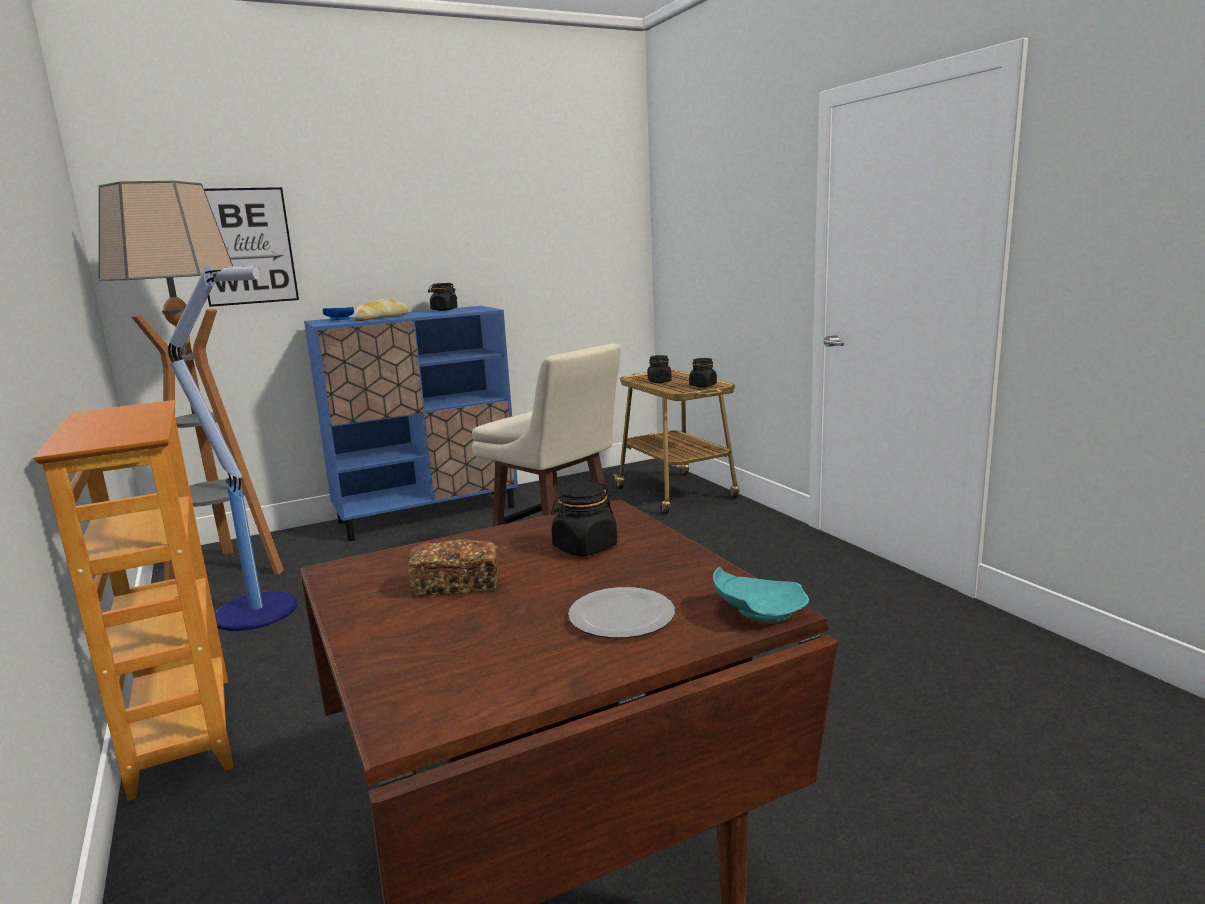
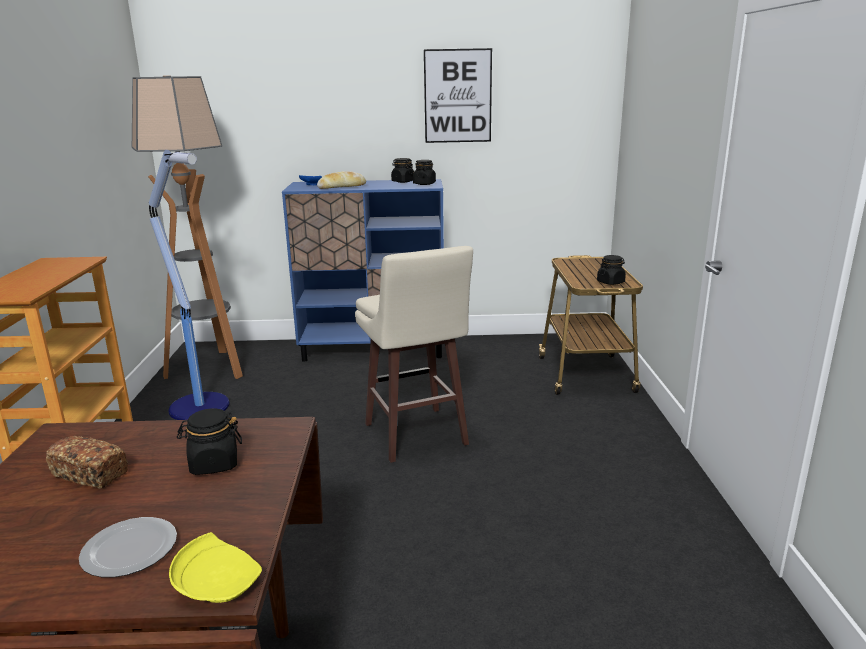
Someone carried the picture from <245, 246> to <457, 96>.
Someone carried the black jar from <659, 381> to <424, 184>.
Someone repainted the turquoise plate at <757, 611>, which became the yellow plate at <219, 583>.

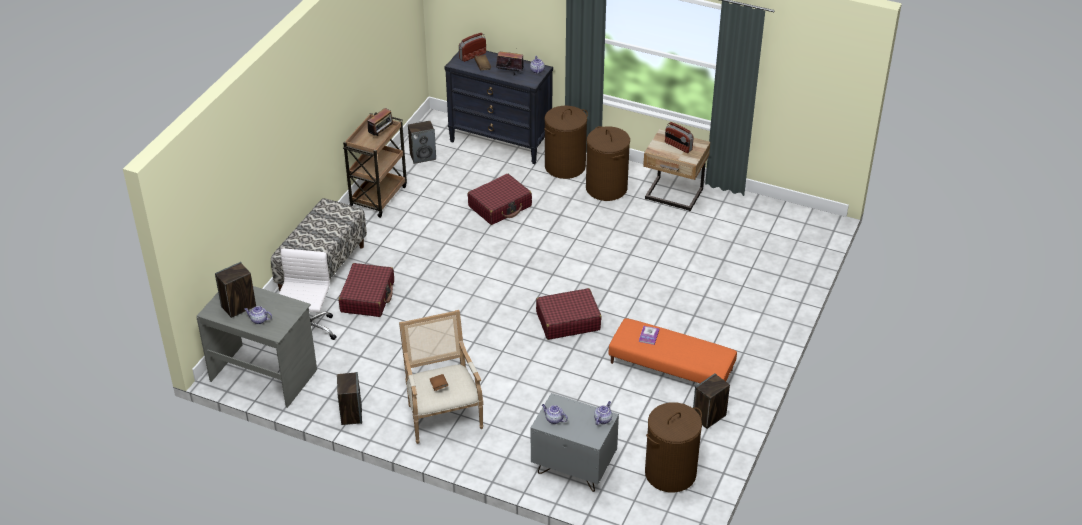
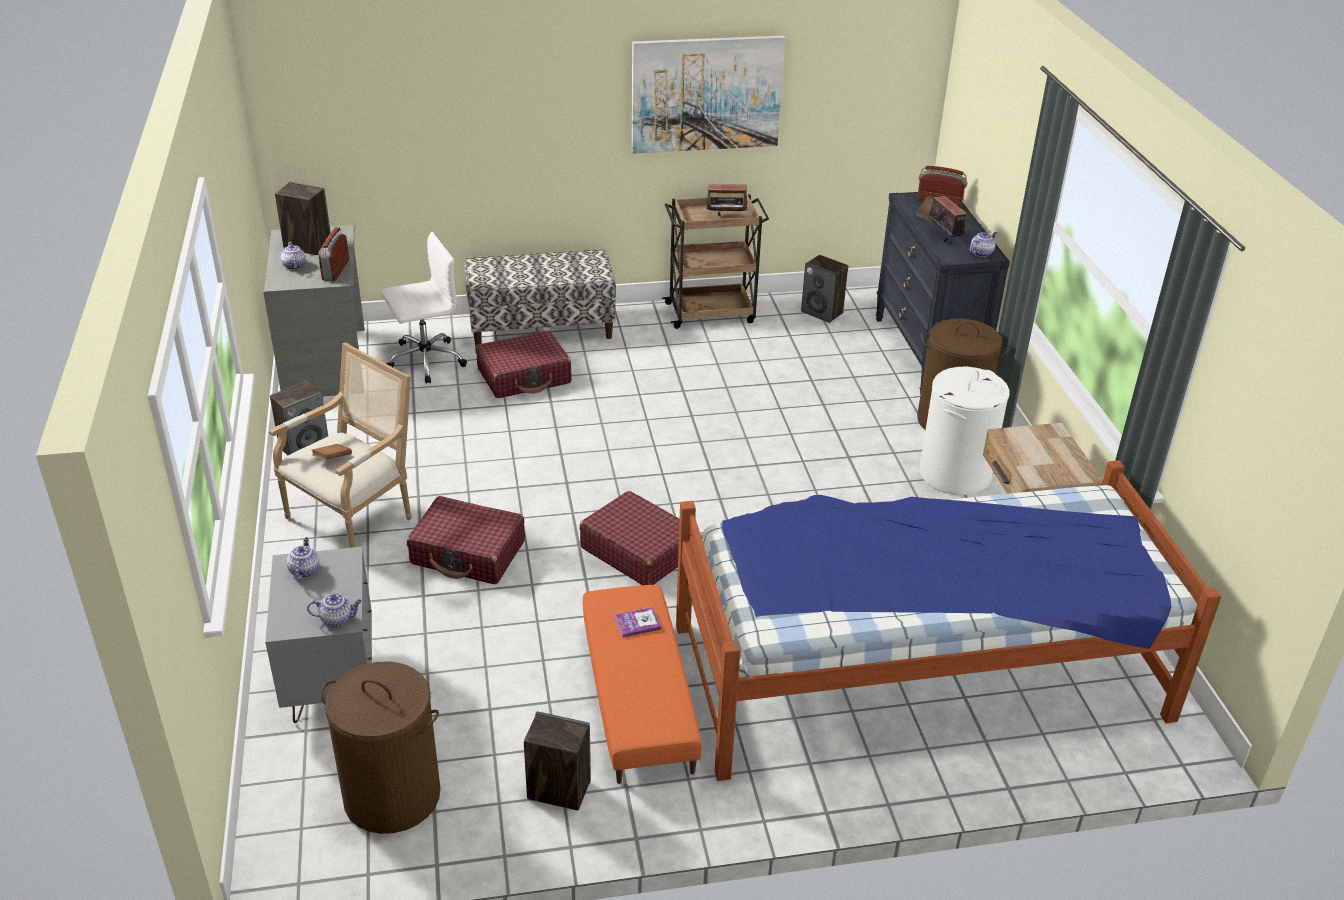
Someone carried the radio from <678, 146> to <335, 270>.
Someone repainted the brown laundry basket at <606, 188>, which became the white laundry basket at <955, 474>.
Someone carried the red suitcase from <500, 206> to <468, 553>.
Someone put up the picture at <706, 94>.
Someone put down the bed at <917, 670>.

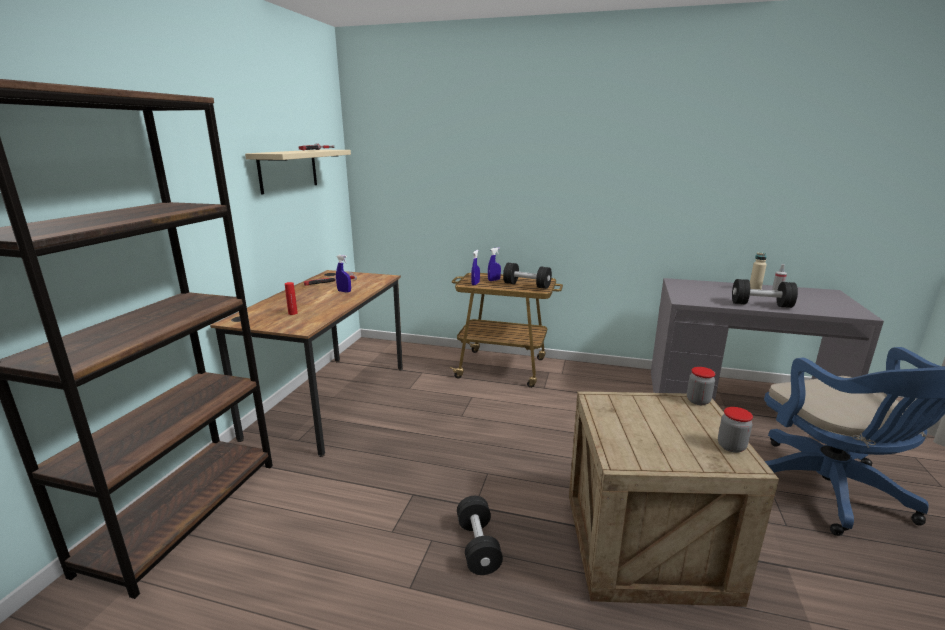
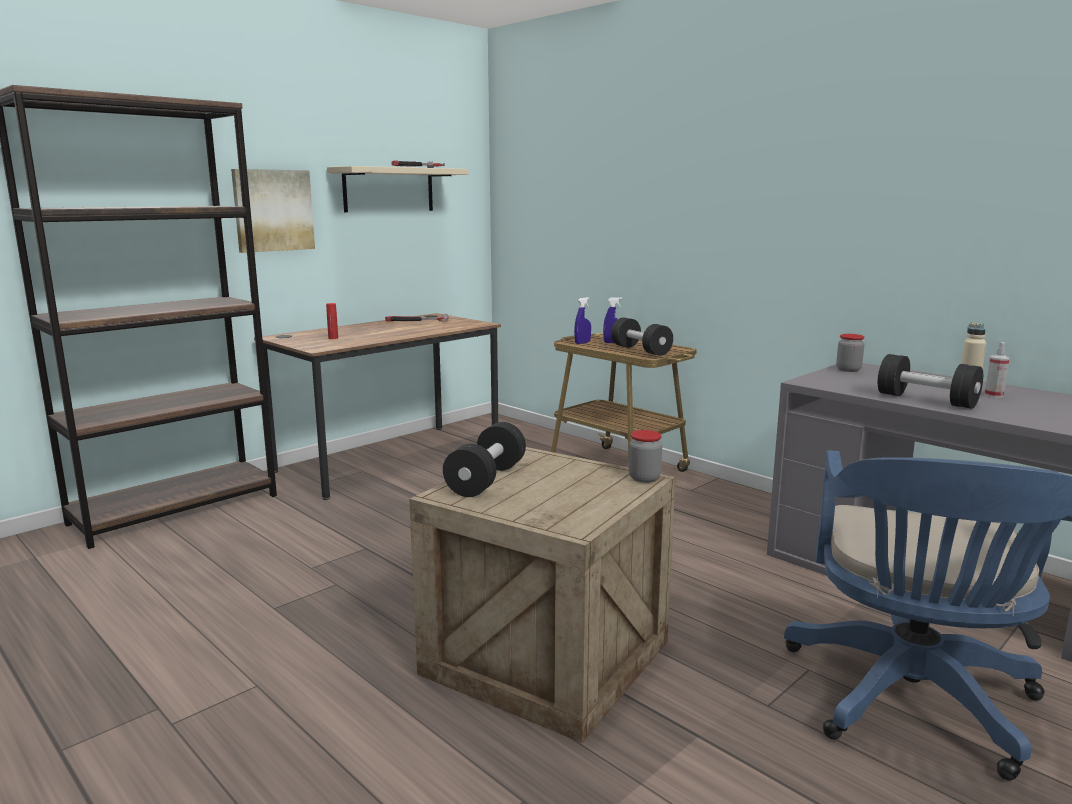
Someone took away the blue spray bottle at <344, 291>.
Someone carried the jar from <731, 446> to <848, 370>.
Someone carried the black dumbbell from <478, 546> to <486, 480>.
Someone put up the picture at <273, 210>.

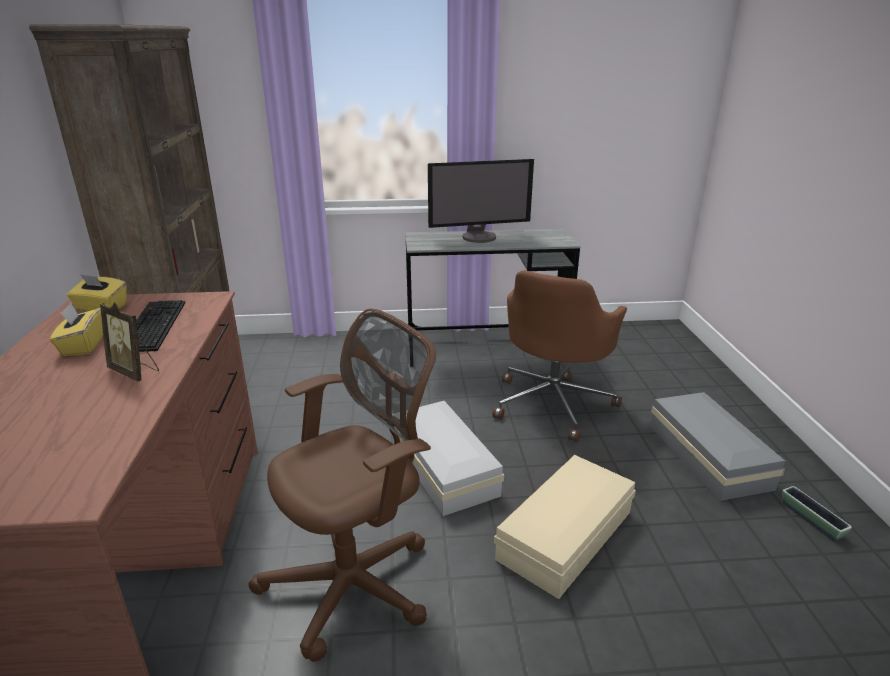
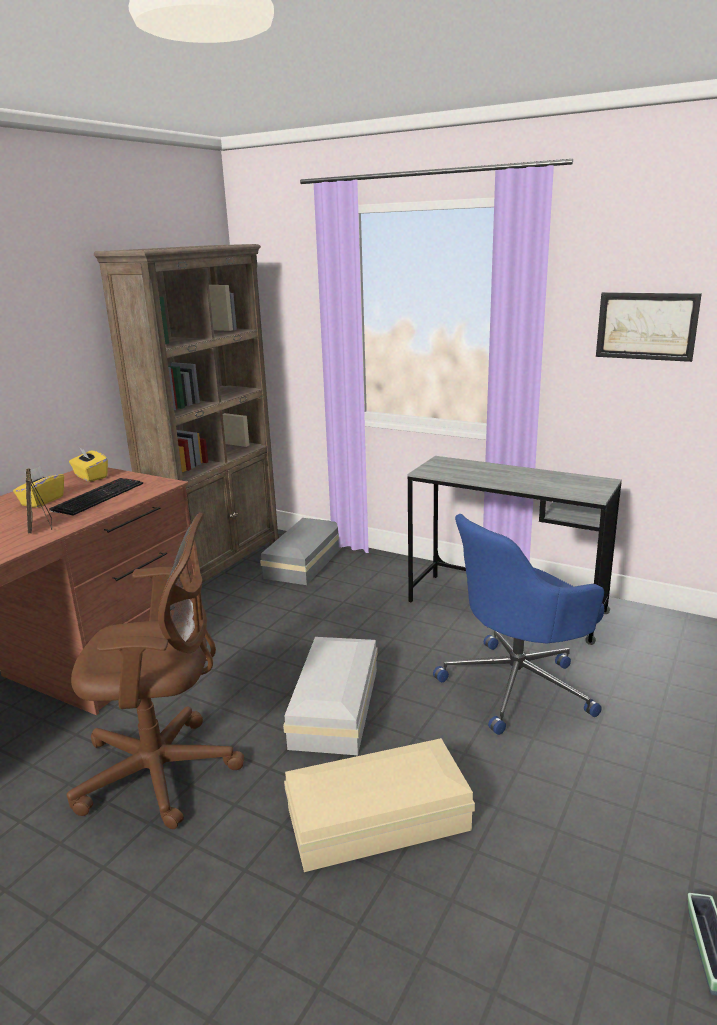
Someone took away the monitor at <479, 237>.
Someone repainted the brown office chair at <553, 403>, which became the blue office chair at <518, 685>.
Someone carried the grey storage box from <708, 454> to <307, 561>.
Someone put up the picture at <646, 326>.

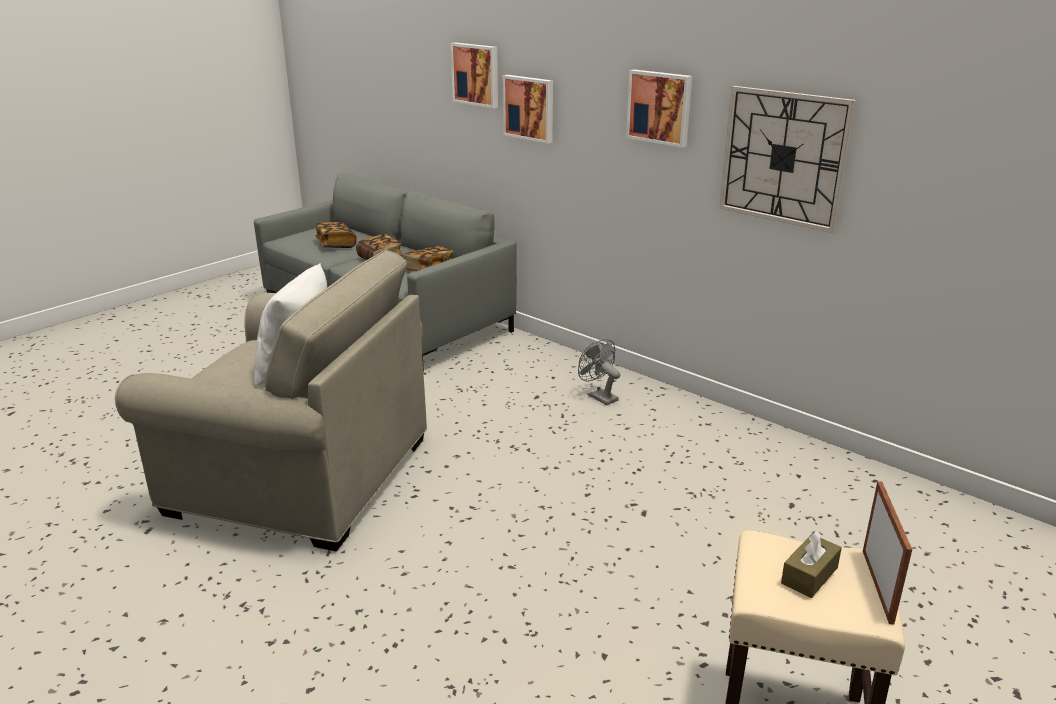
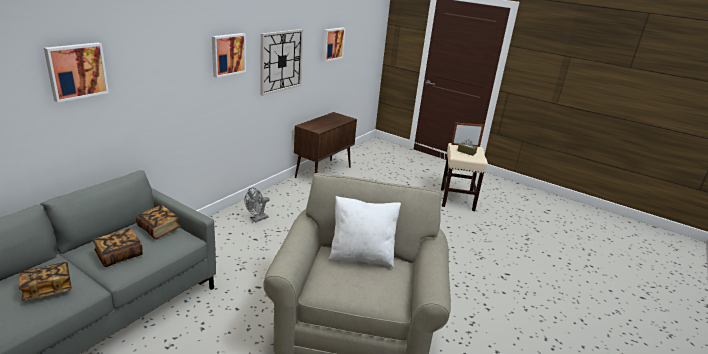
Someone carried the picture from <529, 108> to <332, 43>.
Someone put down the brown cabinet at <323, 172>.

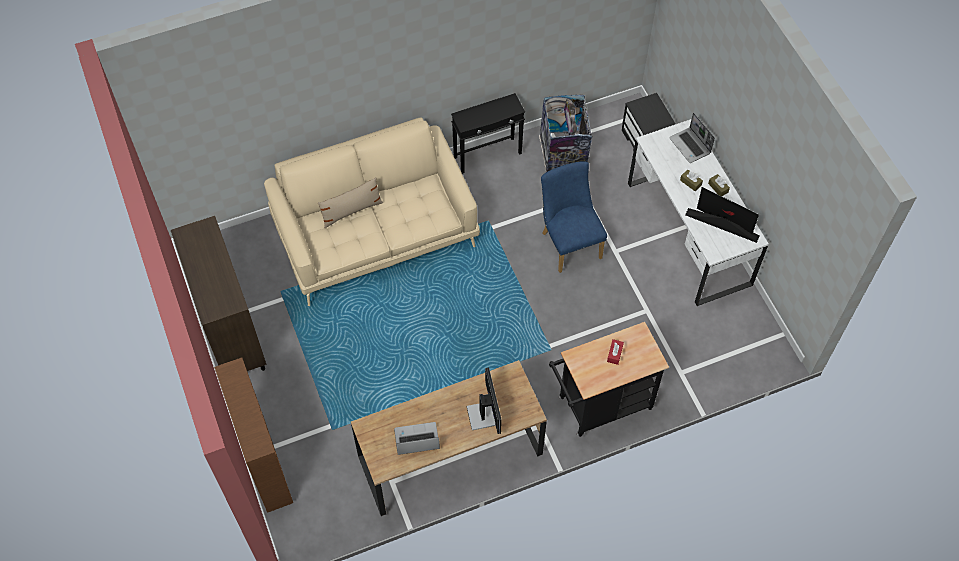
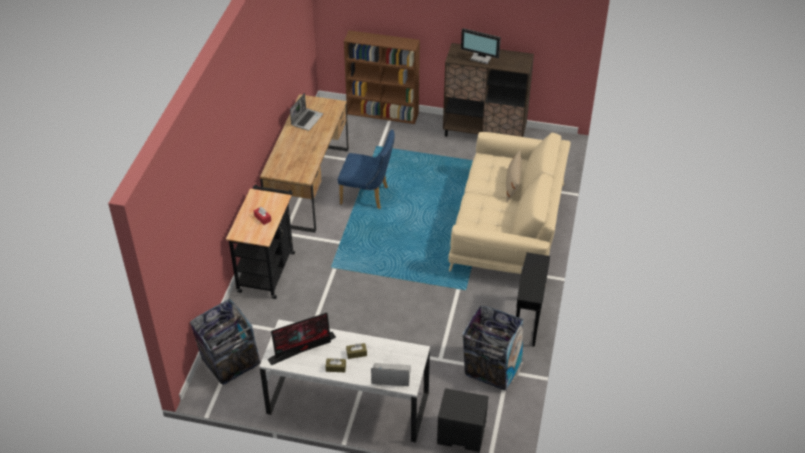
Someone carried the blue chair from <569, 242> to <368, 196>.
Someone carried the monitor from <483, 415> to <482, 57>.
Someone put down the trash can at <230, 363>.

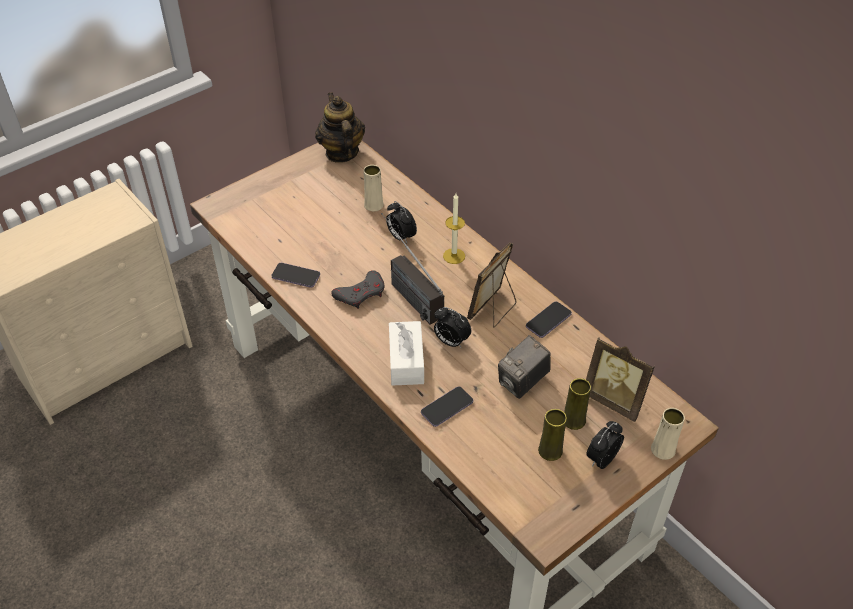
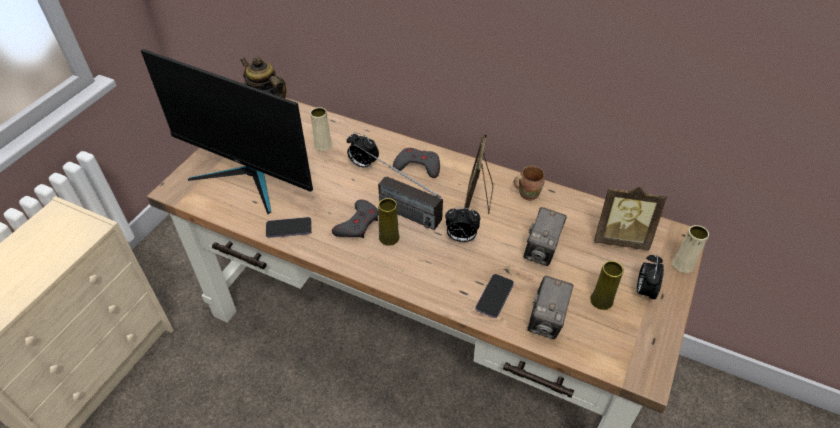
Someone swapped the candle at <454, 256> for the grey game controller at <418, 166>.
Someone swapped the phone at <548, 320> for the brown mug at <527, 193>.
Someone took away the white tissue box at <406, 361>.
Someone carried the yellow vase from <573, 420> to <389, 237>.
Someone put down the monitor at <248, 177>.
Someone put down the photo camera at <546, 321>.

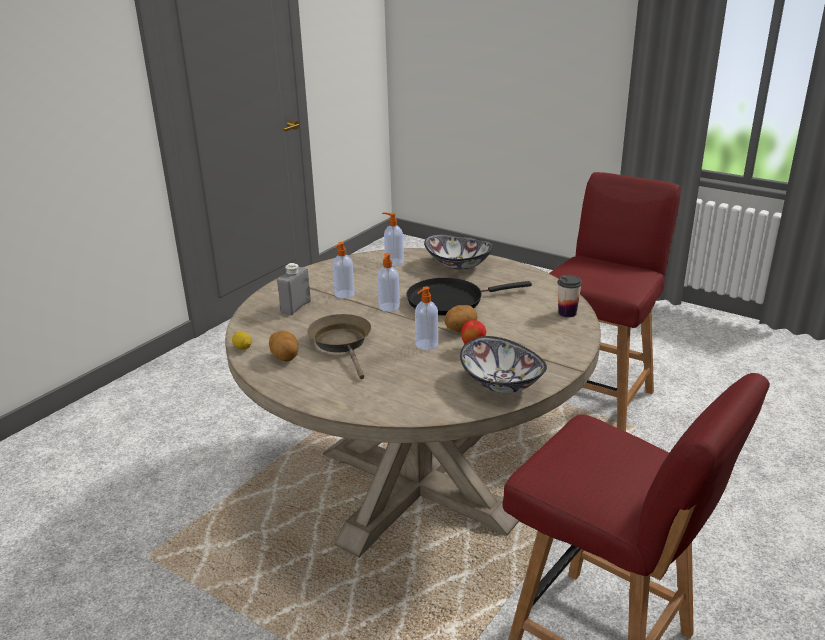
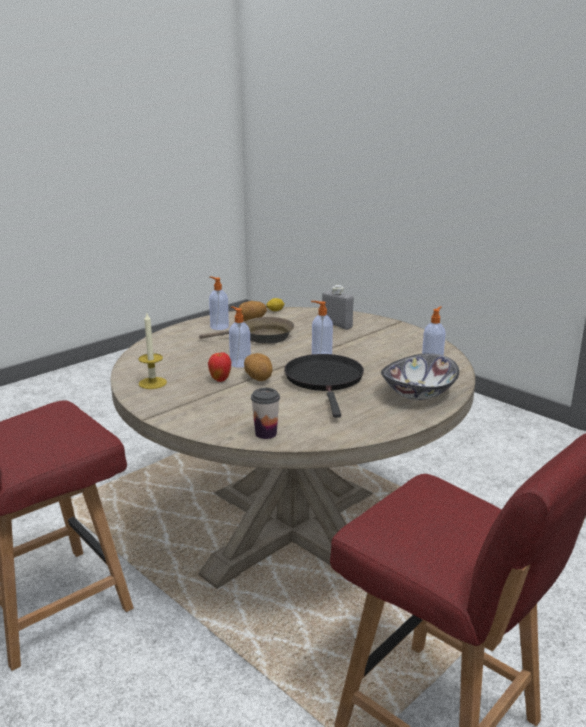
Someone carried the soap dispenser from <344, 294> to <219, 327>.
Someone swapped the bowl at <501, 384> for the candle at <152, 383>.

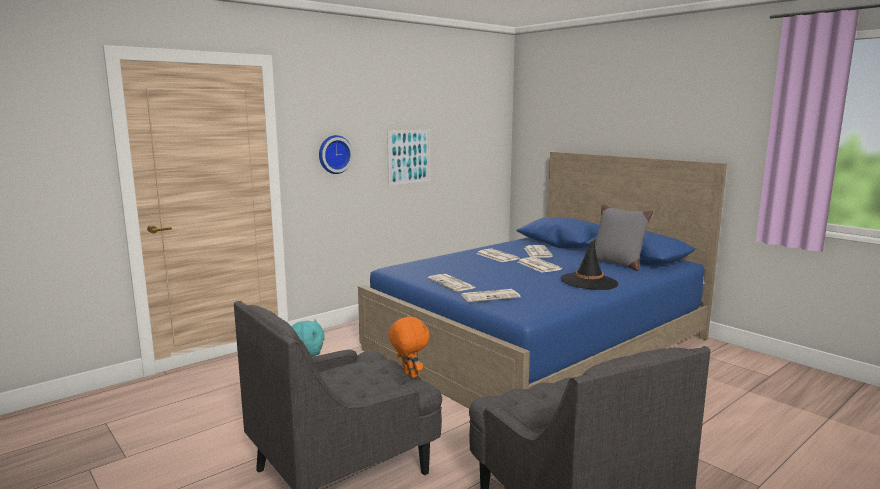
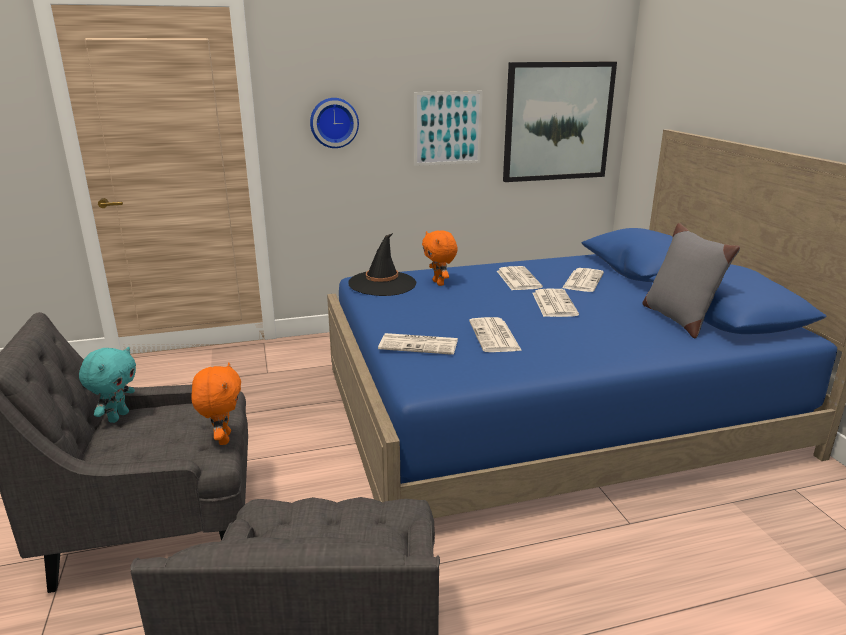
Someone carried the black hat from <589, 282> to <382, 284>.
Someone carried the newspaper from <452, 283> to <495, 336>.
Someone put up the picture at <557, 122>.
Someone put down the orange plush toy at <439, 283>.

